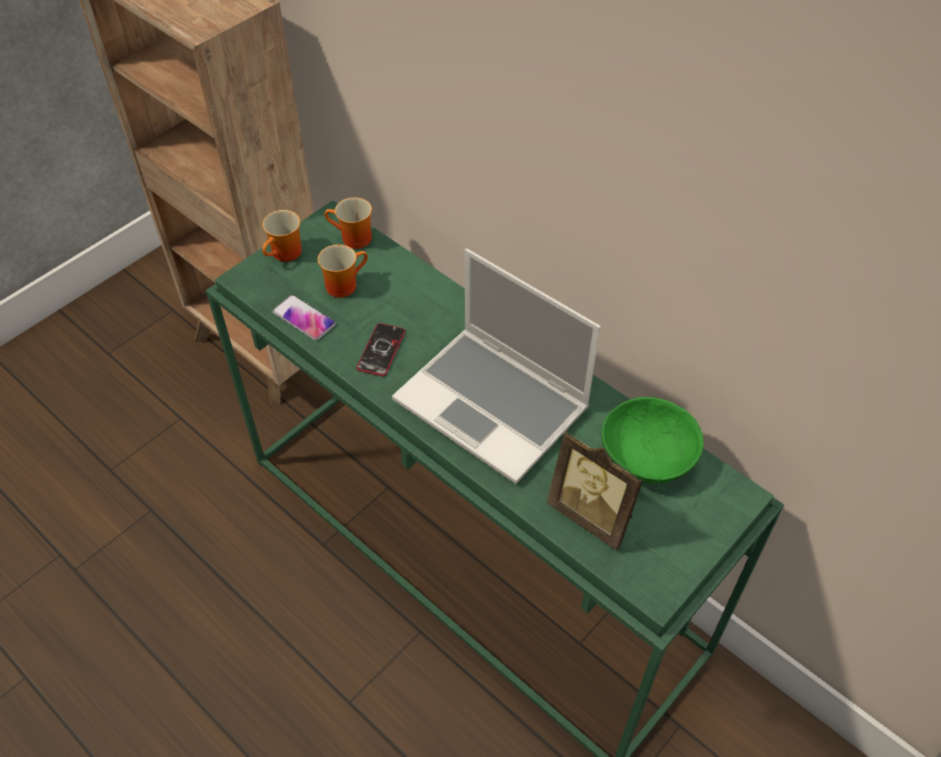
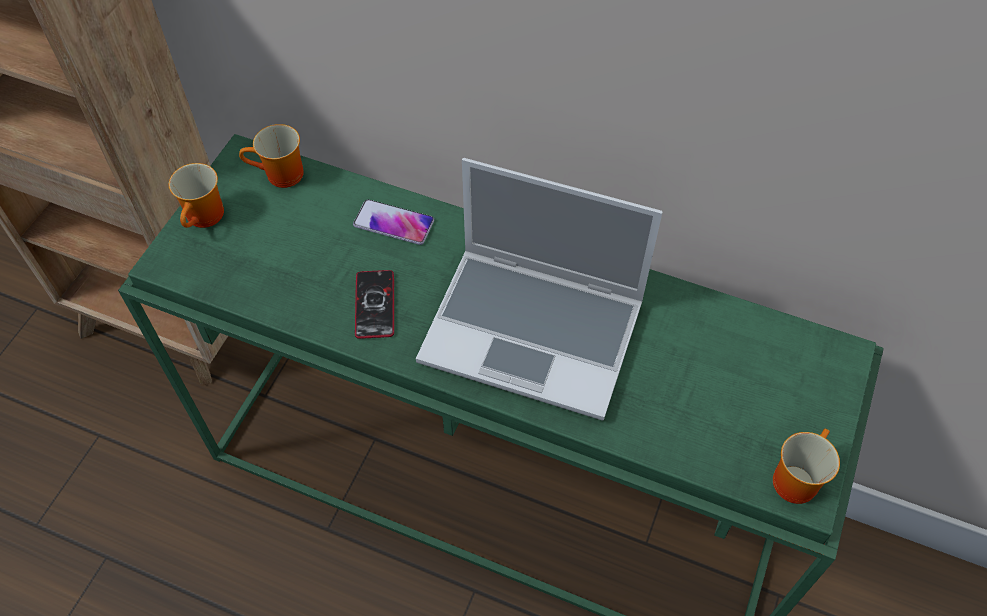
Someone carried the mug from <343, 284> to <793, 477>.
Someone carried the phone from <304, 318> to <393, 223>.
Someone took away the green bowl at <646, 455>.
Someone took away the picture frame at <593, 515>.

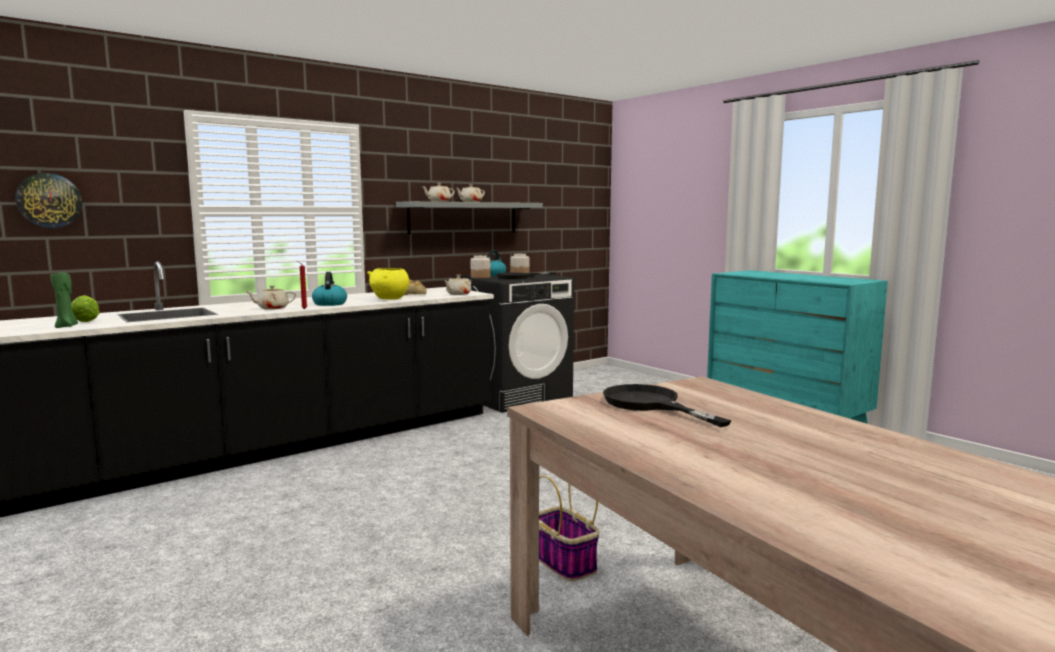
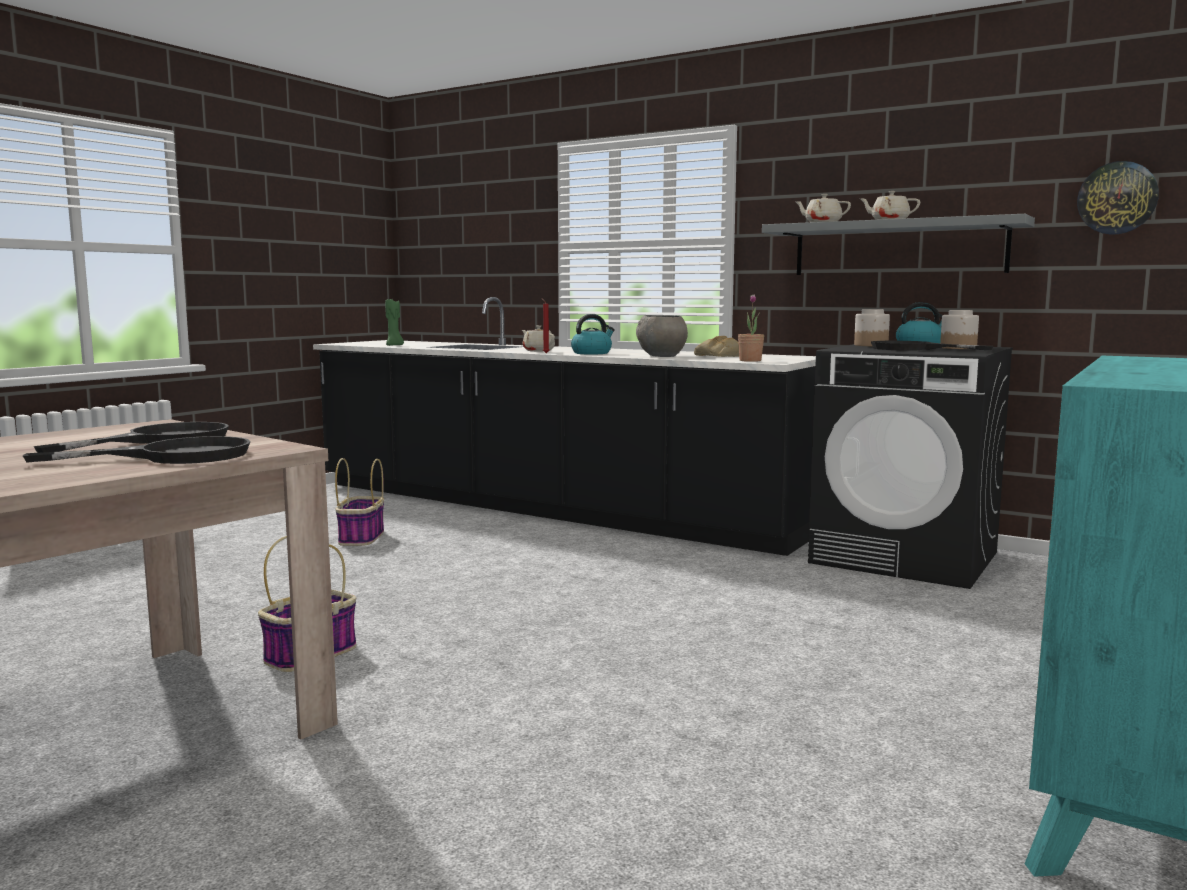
Someone carried the wall clock from <49, 200> to <1117, 198>.
Someone repainted the yellow bowl at <390, 299>, which became the grey bowl at <661, 356>.
Someone swapped the beige teapot at <458, 294> for the potted plant at <750, 360>.
Someone took away the lettuce at <86, 321>.
Someone put down the black frying pan at <174, 456>.
Someone put down the basket at <361, 538>.

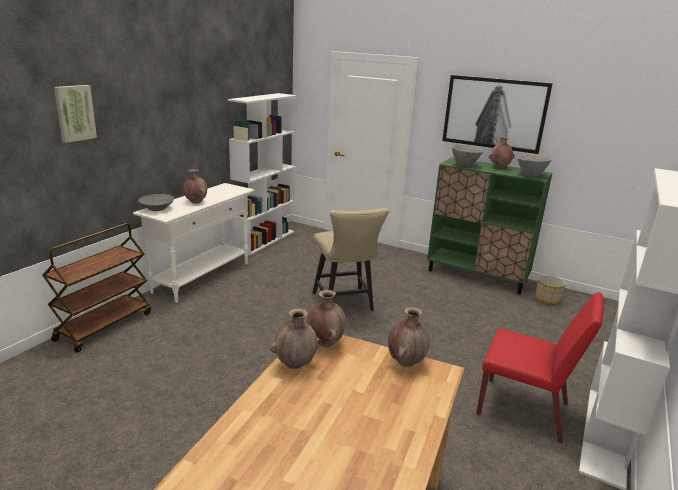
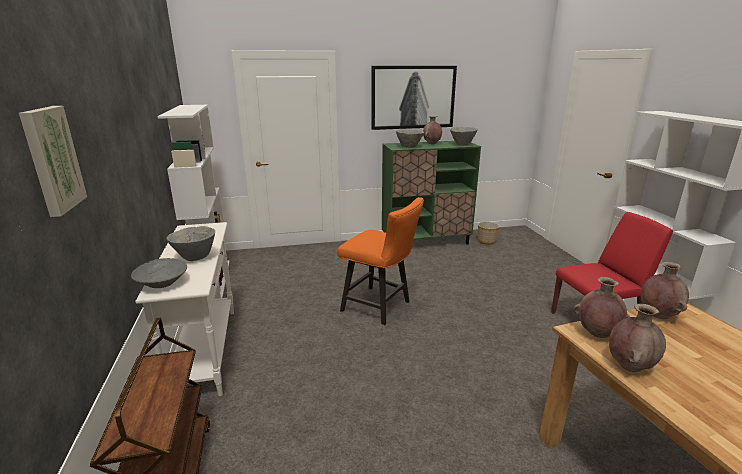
Someone swapped the brown vase at <195, 202> for the grey bowl at <195, 257>.
Someone repainted the beige chair at <344, 304>, which became the orange chair at <380, 307>.

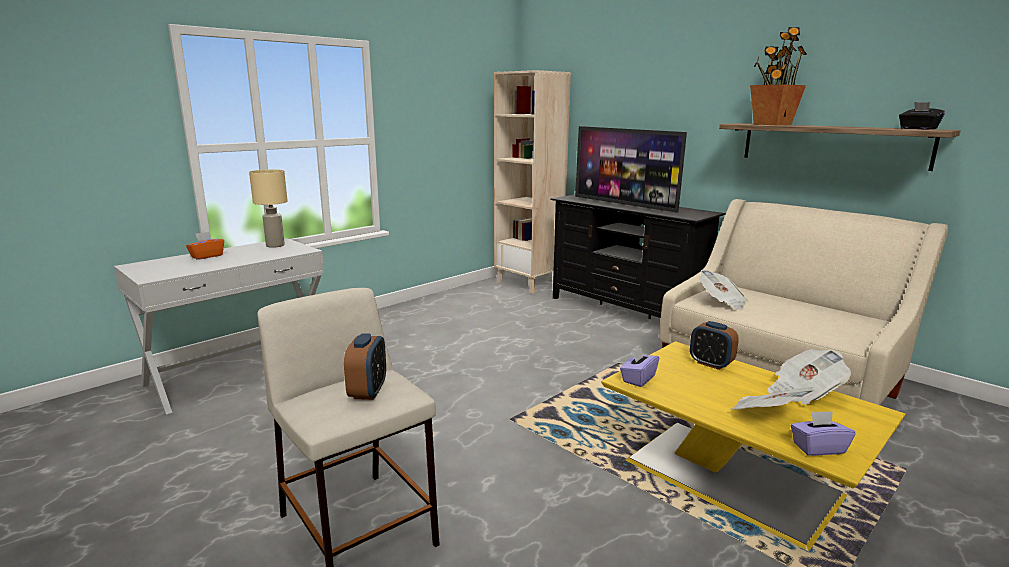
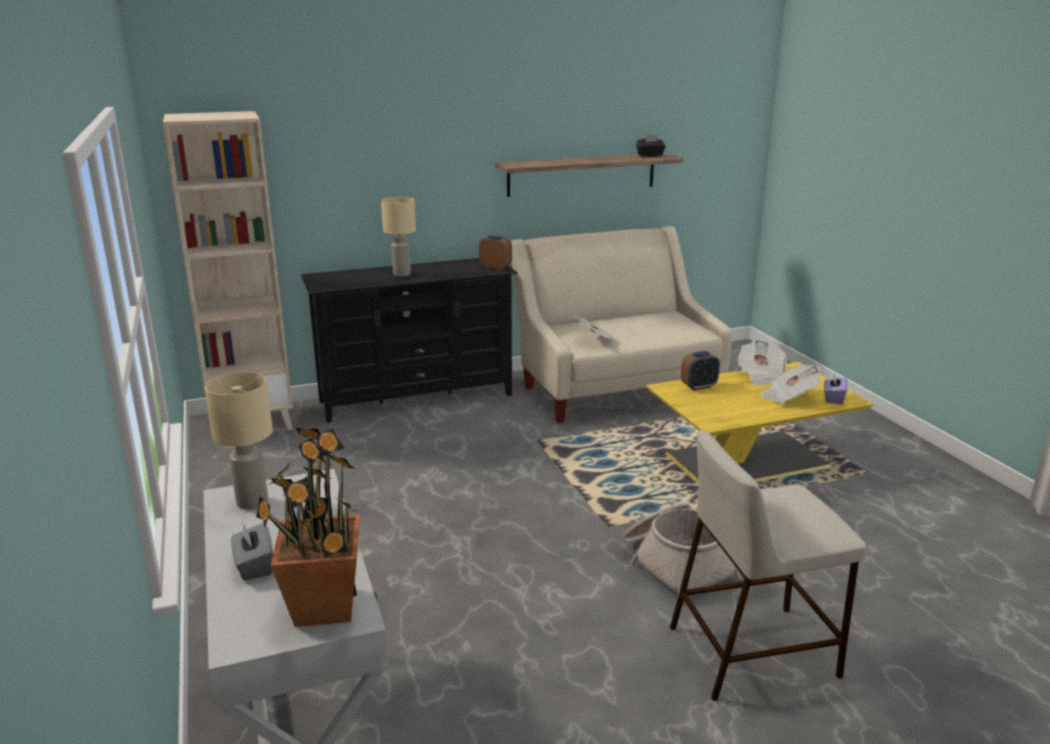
Someone carried the potted plant from <771, 124> to <323, 607>.
Someone swapped the television at <624, 204> for the beige table lamp at <402, 274>.
Someone repainted the orange tissue box at <207, 256>, which became the grey tissue box at <254, 566>.
Someone carried the alarm clock from <368, 391> to <495, 267>.
Someone took away the purple tissue box at <638, 379>.
Someone put down the basket at <675, 564>.

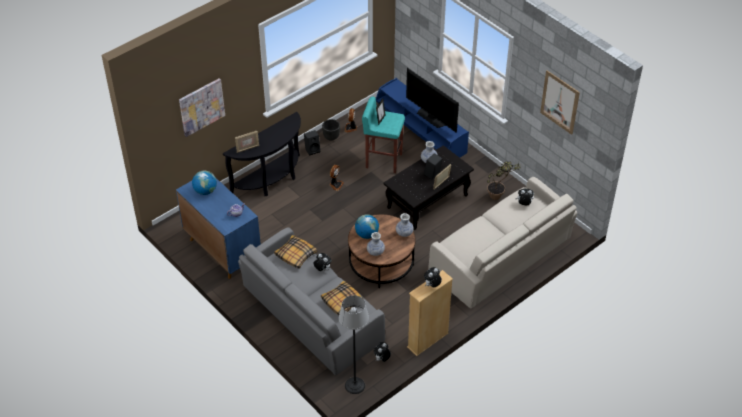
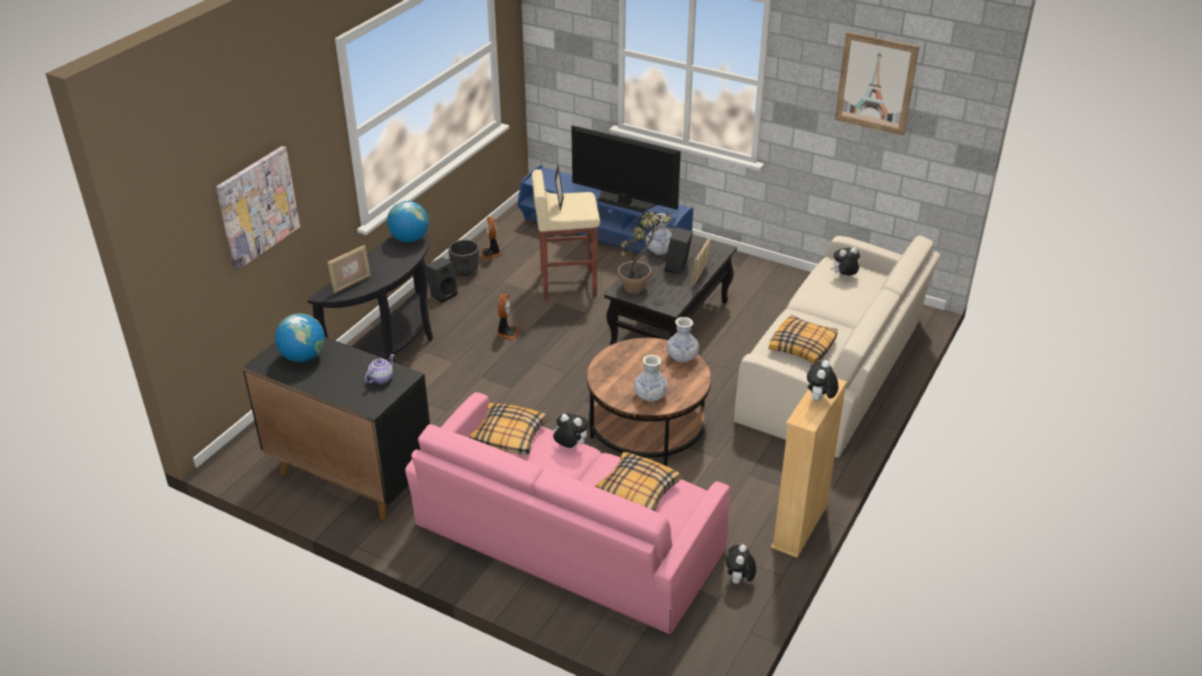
Someone repainted the turquoise stool at <383, 160>, which became the beige stool at <567, 284>.
Someone carried the potted plant from <499, 196> to <641, 286>.
Someone repainted the blue cabinet at <222, 250>, which became the black cabinet at <350, 476>.
Someone carried the globe from <366, 234> to <409, 239>.
Someone repainted the grey sofa at <311, 313>, which became the pink sofa at <566, 537>.
Someone took away the floor lamp at <354, 385>.
Someone put down the pillow at <803, 346>.

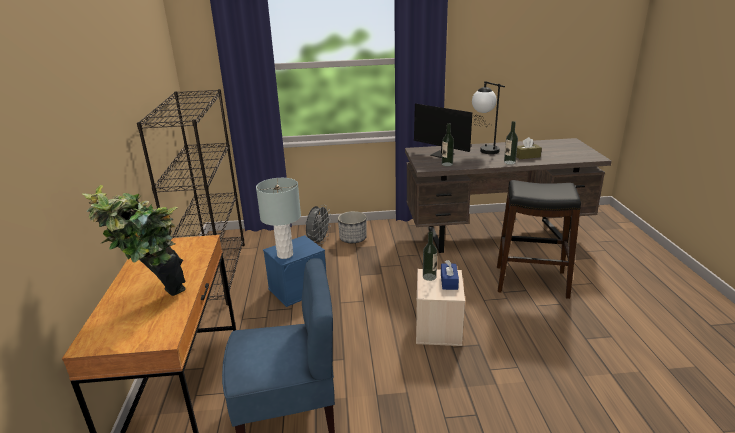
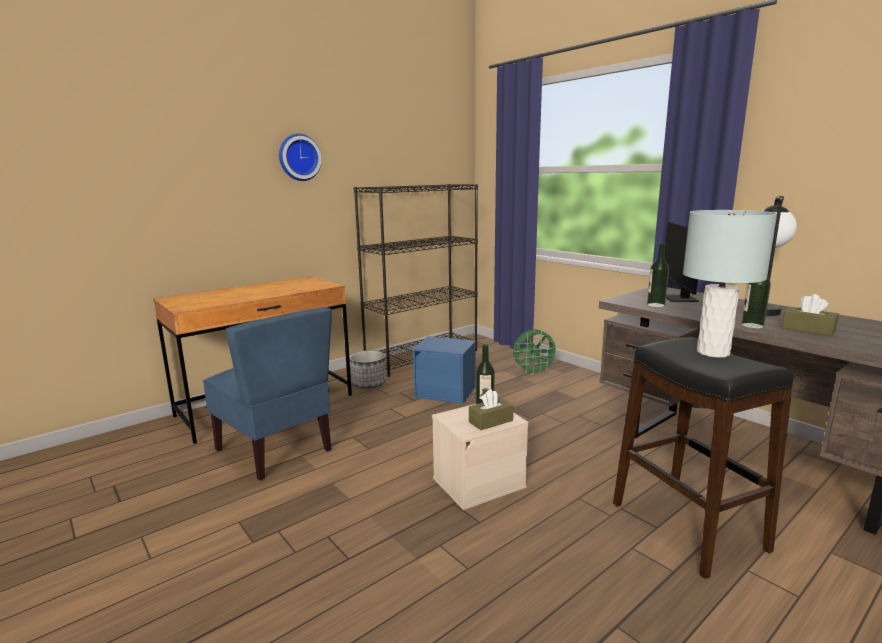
Someone carried the grey table lamp from <285, 254> to <713, 352>.
Someone took away the potted plant at <156, 300>.
Someone repainted the grey fan at <318, 241>, which became the green fan at <533, 372>.
Someone carried the planter from <353, 238> to <369, 384>.
Someone repainted the blue tissue box at <449, 281>, which became the brown tissue box at <490, 421>.
Someone put up the wall clock at <298, 157>.

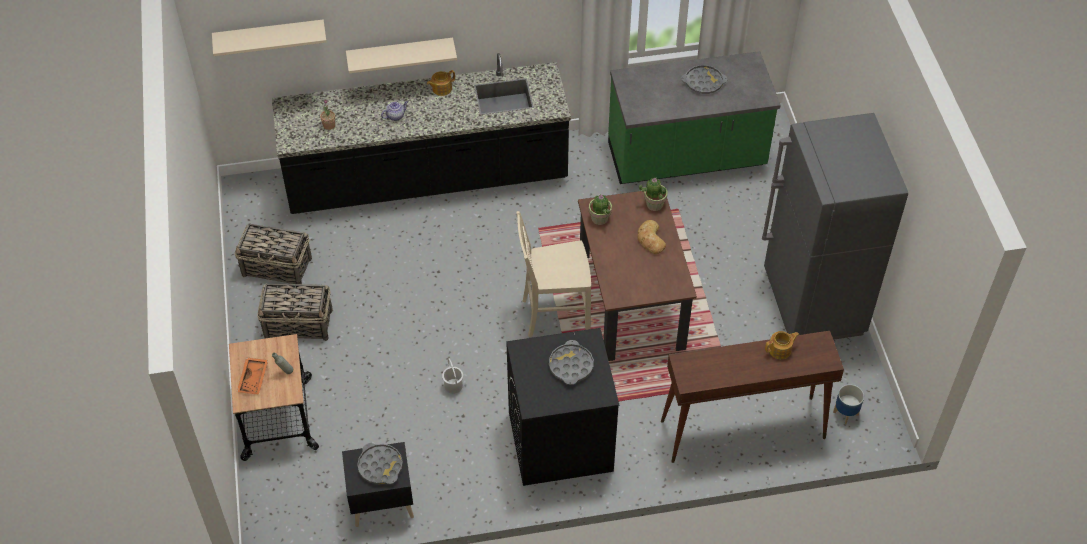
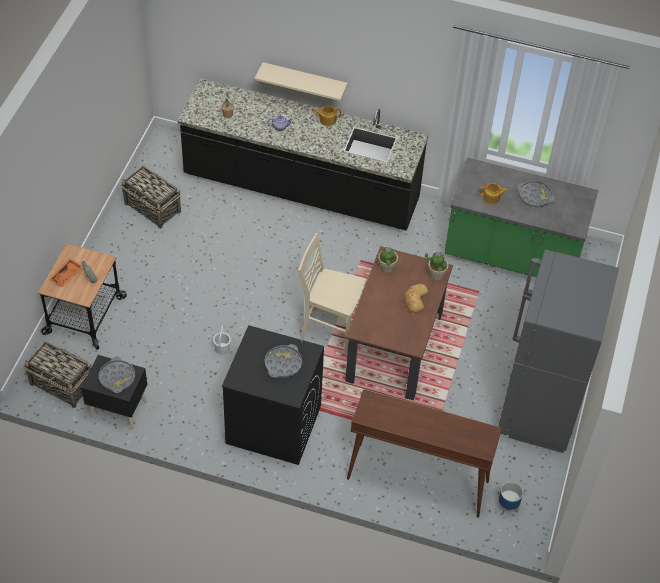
Someone took away the beige shelf at <270, 37>.
Someone carried the basket from <299, 324> to <62, 384>.
Someone carried the teapot from <780, 350> to <491, 198>.

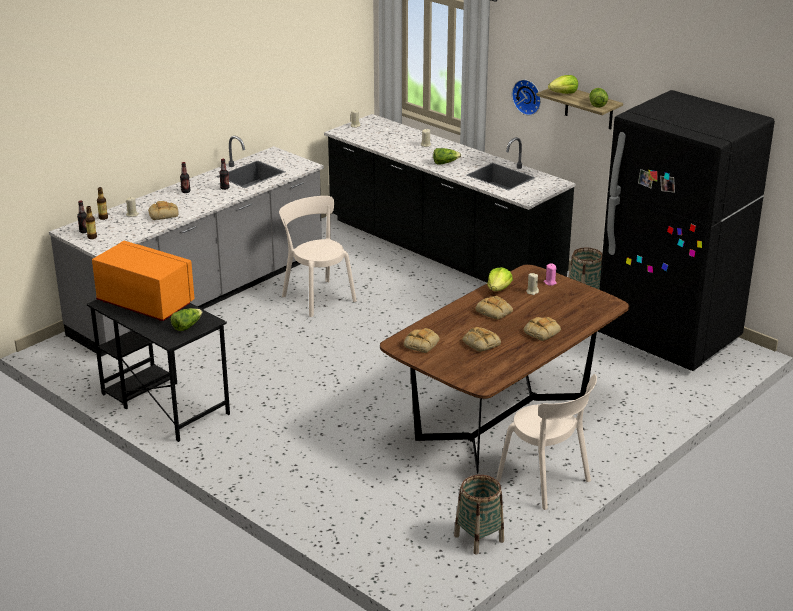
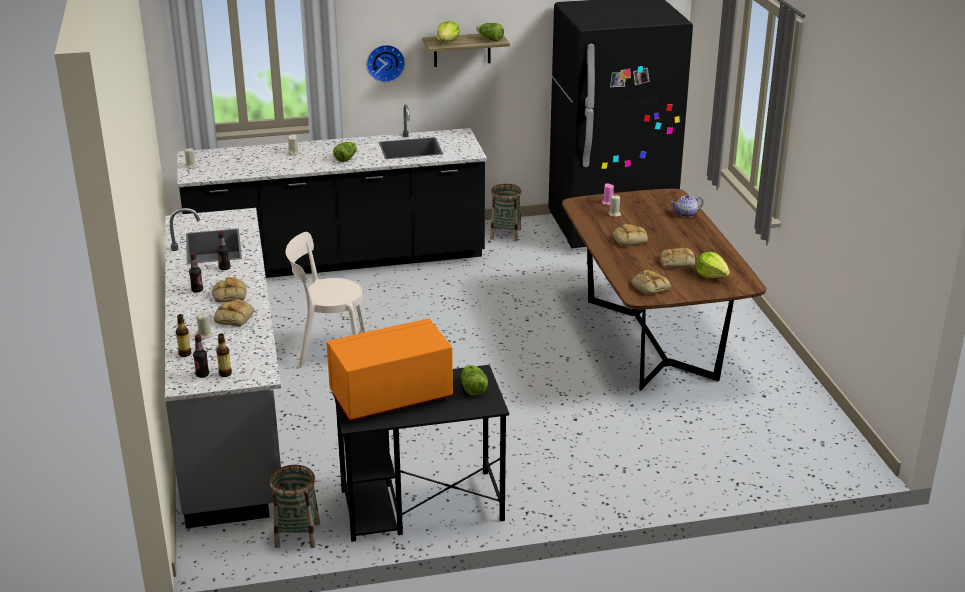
Someone carried the lettuce from <498, 289> to <711, 275>.
Someone carried the bread from <541, 331> to <229, 294>.
Someone took away the beige chair at <546, 482>.
Someone carried the basket from <479, 538> to <297, 534>.
Someone put down the teapot at <686, 214>.

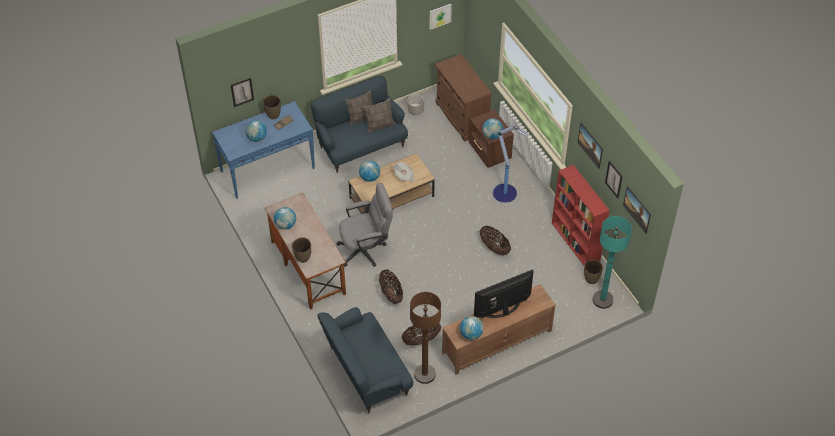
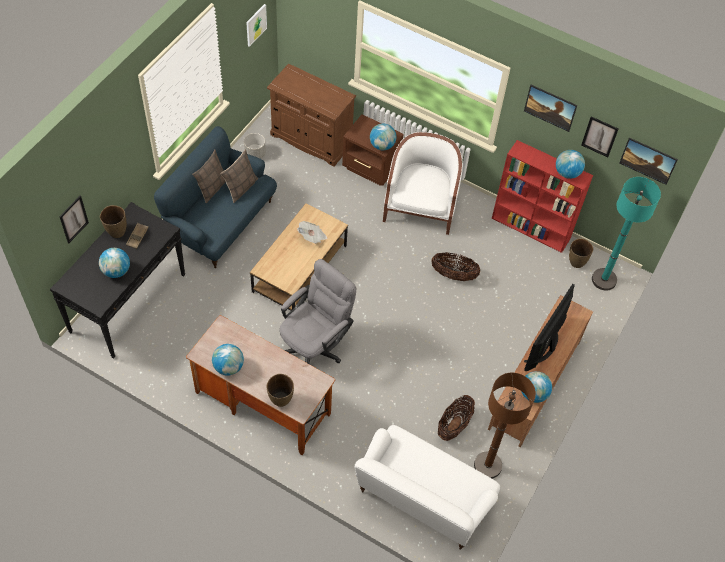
Someone repainted the blue console table at <268, 169>, which became the black console table at <128, 302>.
Someone swapped the floor lamp at <505, 193> for the white armchair at <420, 207>.
Someone carried the globe from <369, 178> to <567, 173>.
Someone took away the basket at <391, 294>.
Someone repainted the blue sofa at <366, 372>, which became the white sofa at <423, 499>.

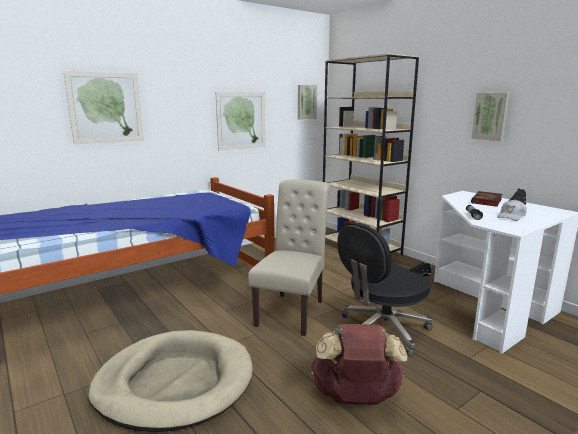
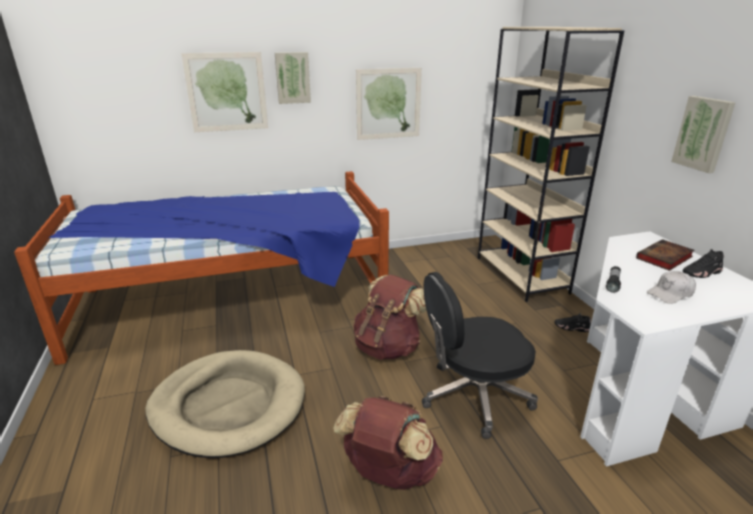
Someone carried the picture from <306, 102> to <292, 78>.
Someone swapped the beige chair at <293, 310> for the brown backpack at <388, 347>.

